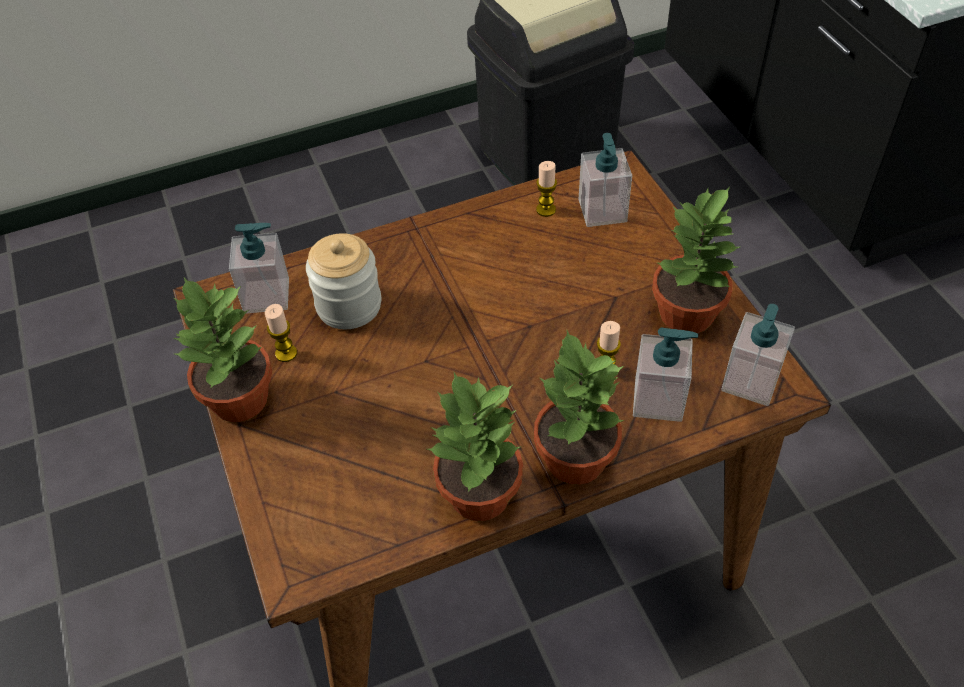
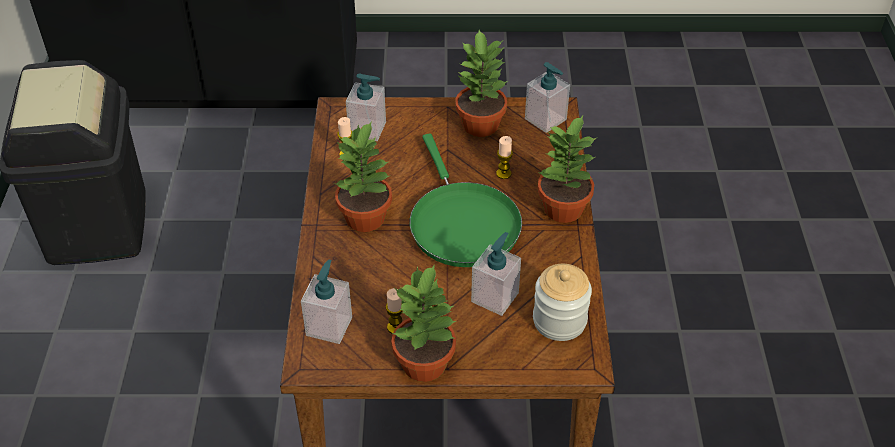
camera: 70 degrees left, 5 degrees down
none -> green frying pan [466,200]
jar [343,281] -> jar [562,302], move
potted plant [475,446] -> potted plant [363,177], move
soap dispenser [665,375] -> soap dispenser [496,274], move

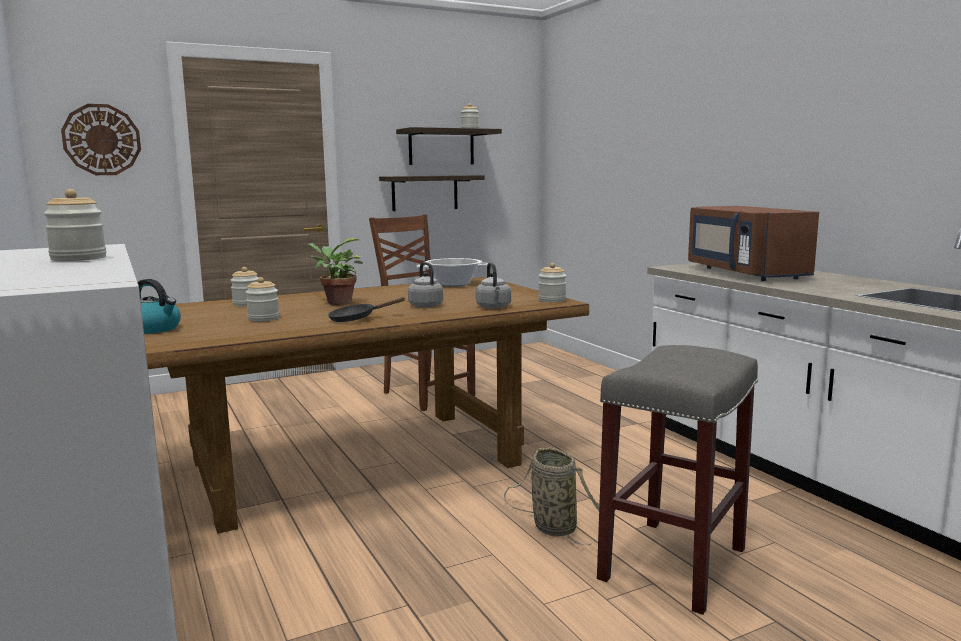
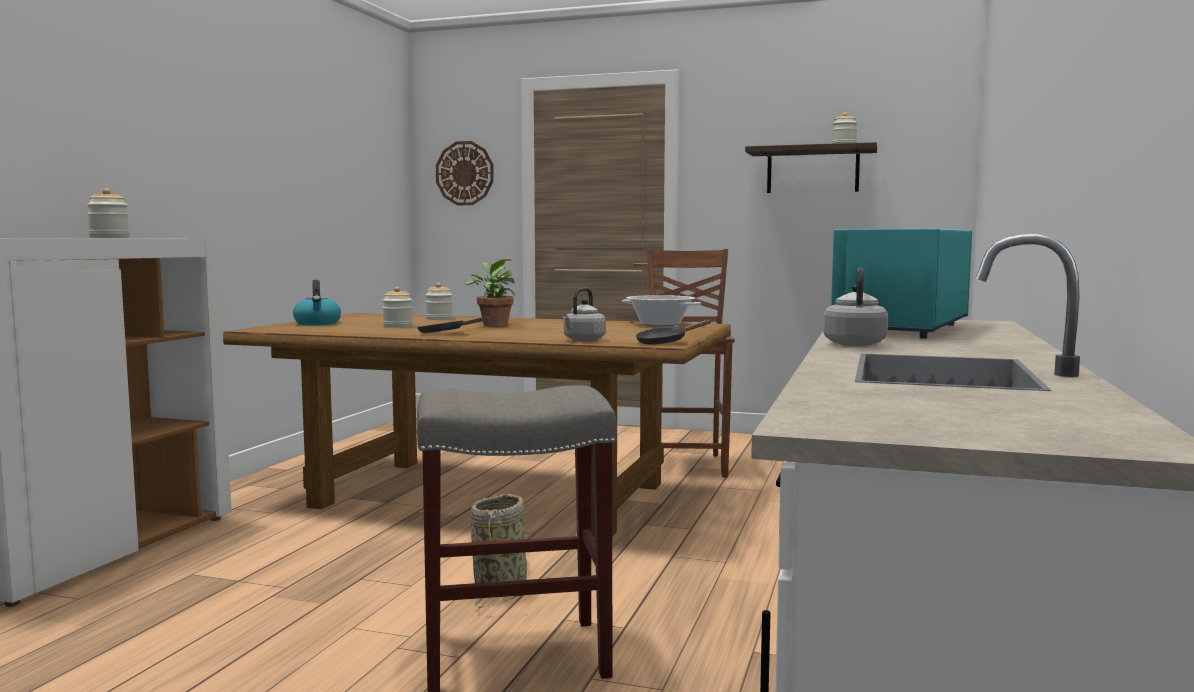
camera: 45 degrees right, 5 degrees down
shelf [432,193] -> none
grey kettle [425,285] -> grey kettle [855,306], move
jar [552,282] -> black frying pan [674,332]
brown microwave [753,243] -> turquoise microwave [901,284]

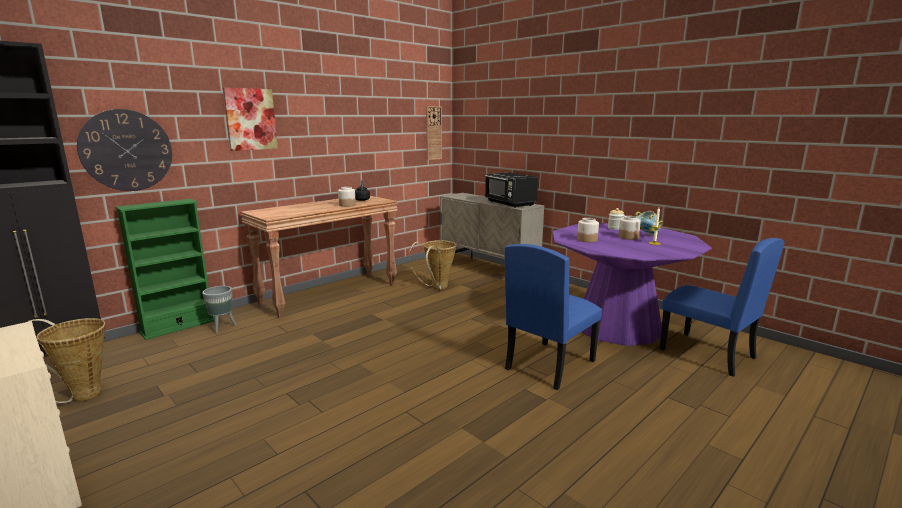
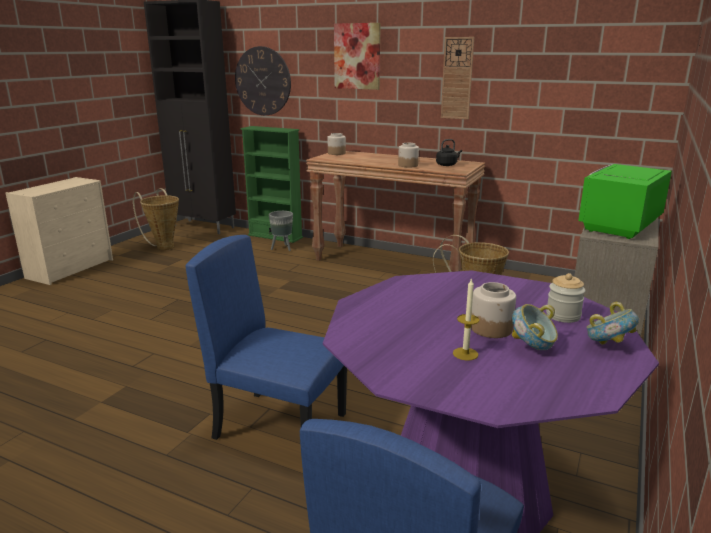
camera: 70 degrees right, 5 degrees up
wall clock [434,133] -> wall clock [457,78], move
jar [588,230] -> jar [337,144], move
black microwave [511,190] -> green microwave [625,201]

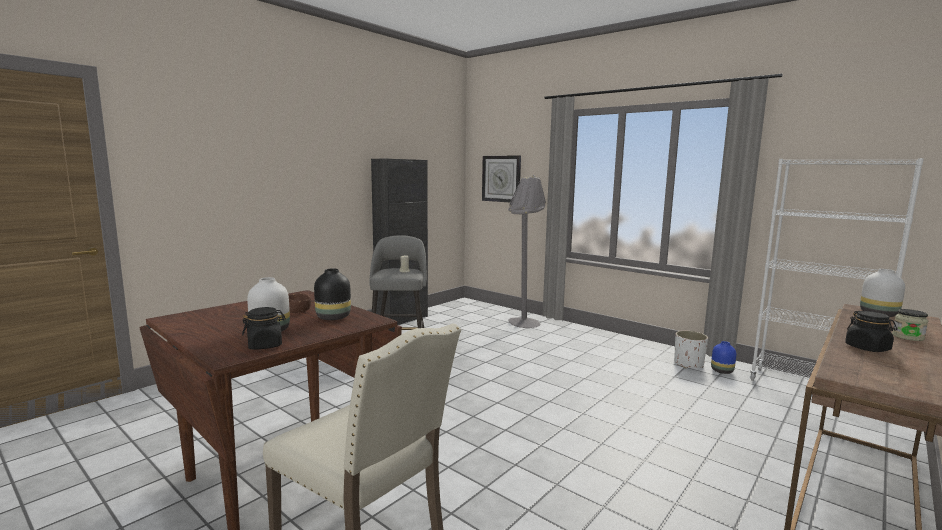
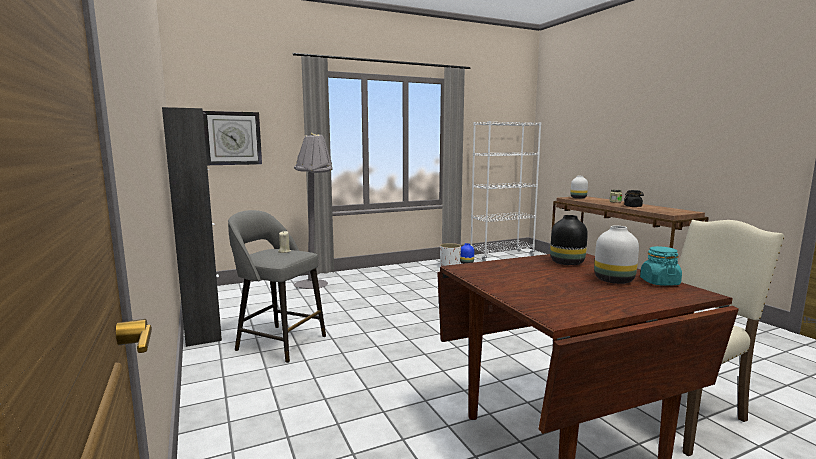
camera: 65 degrees left, 0 degrees up
brown bowl [300,303] -> none
black jar [264,328] -> turquoise jar [661,266]

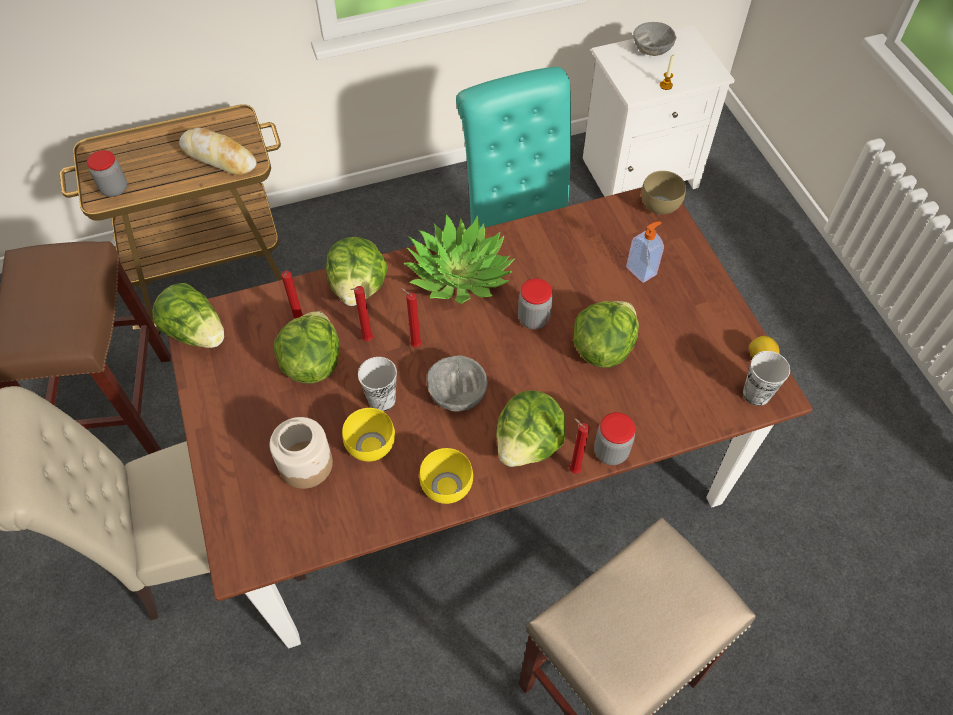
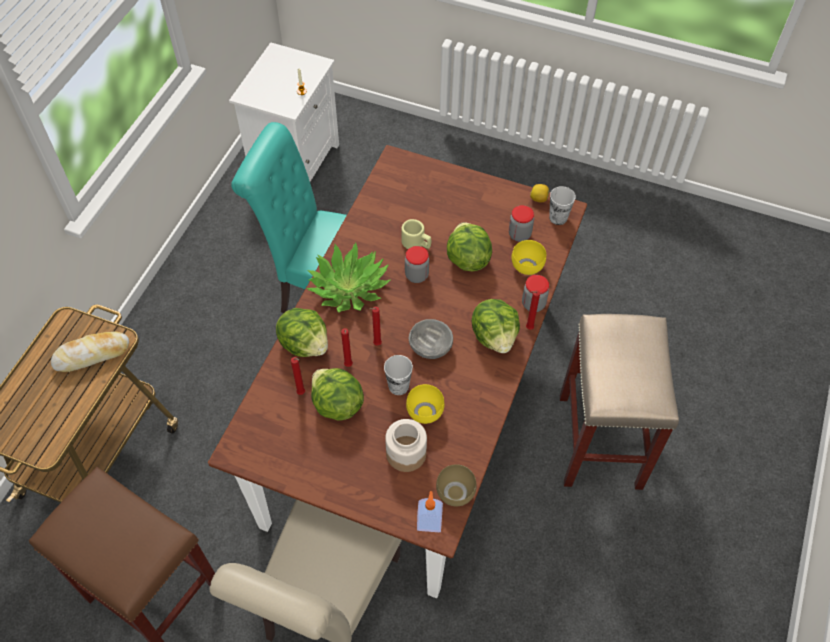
camera: 50 degrees left, 0 degrees up
lettuce [188,315] -> none
grey bowl [654,39] -> none
none -> beige mug [416,234]
jar [107,173] -> jar [521,223], move
yellow bowl [446,476] -> yellow bowl [529,257], move
soap dispenser [645,252] -> soap dispenser [430,511], move
brown bowl [663,193] -> brown bowl [456,485], move

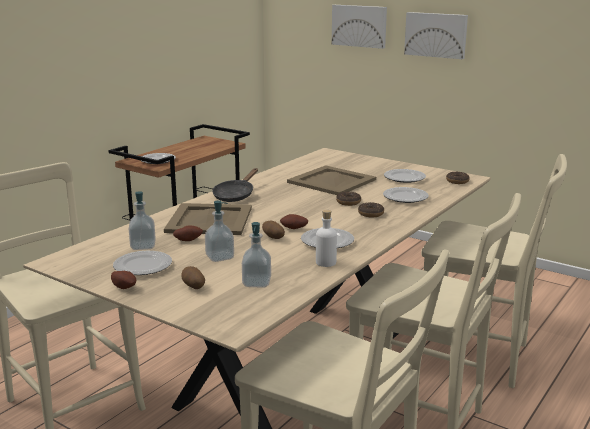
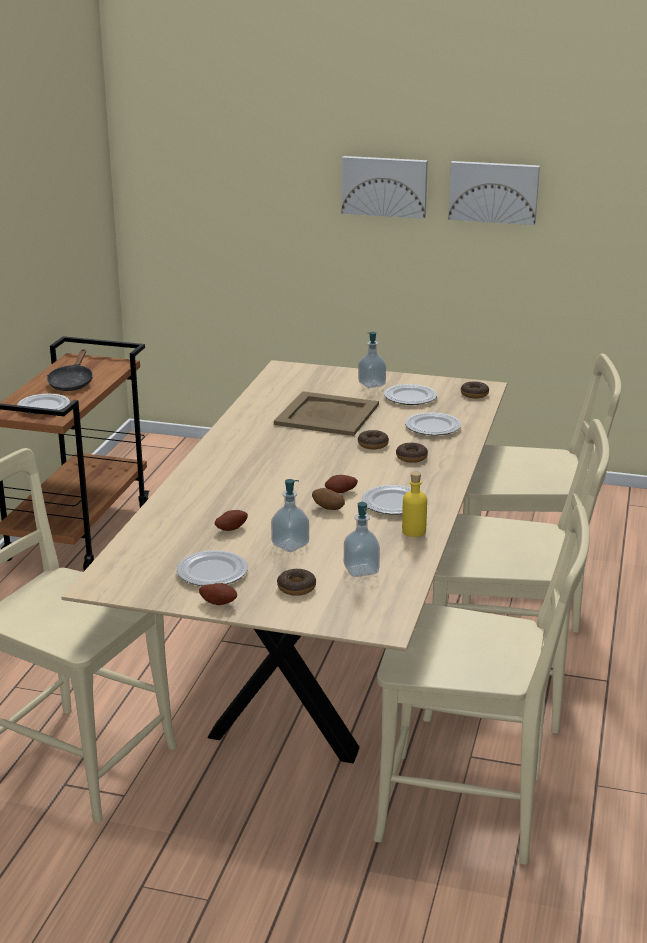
camera: 20 degrees left, 5 degrees up
beige tray [208,219] -> none
soap dispenser [142,220] -> soap dispenser [372,360], move
black frying pan [235,185] -> black frying pan [70,370], move
picture [359,27] -> picture [494,193], move
potato [193,277] -> donut [296,582]
white bottle [326,238] -> yellow bottle [414,504]

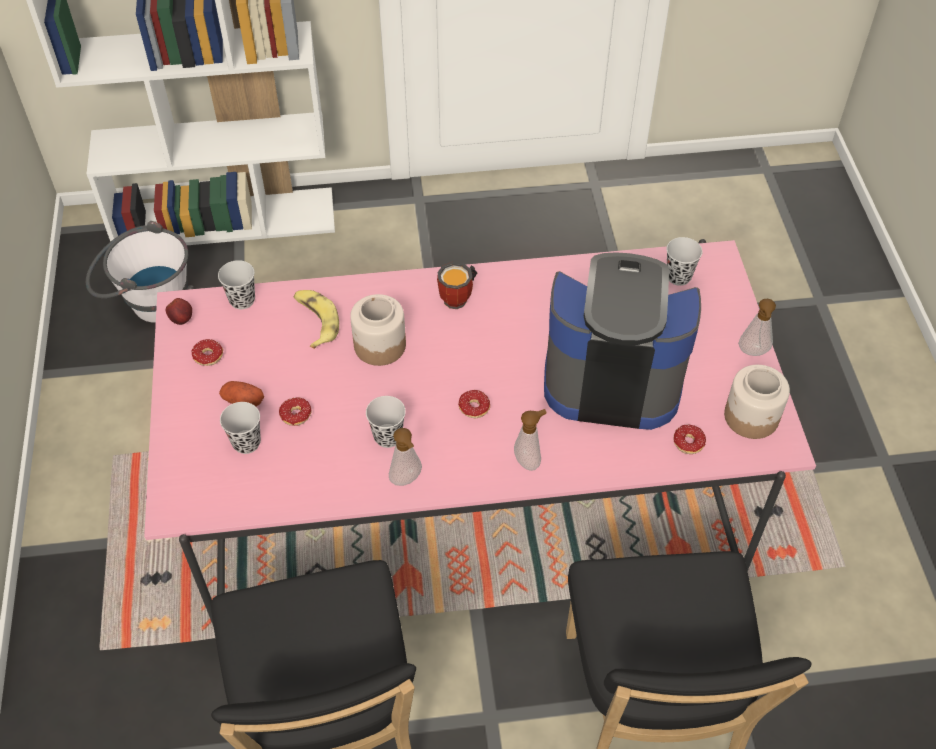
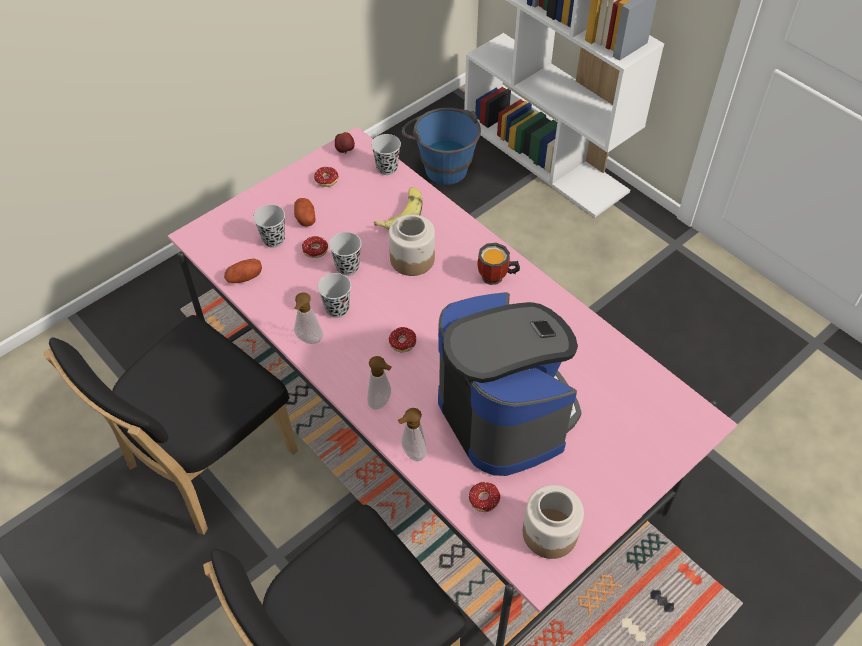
camera: 55 degrees right, 0 degrees up
none -> potato [243,270]
black cup [684,261] -> black cup [345,254], move
soap dispenser [757,327] -> soap dispenser [412,434], move
white bucket [137,272] -> blue bucket [441,146]

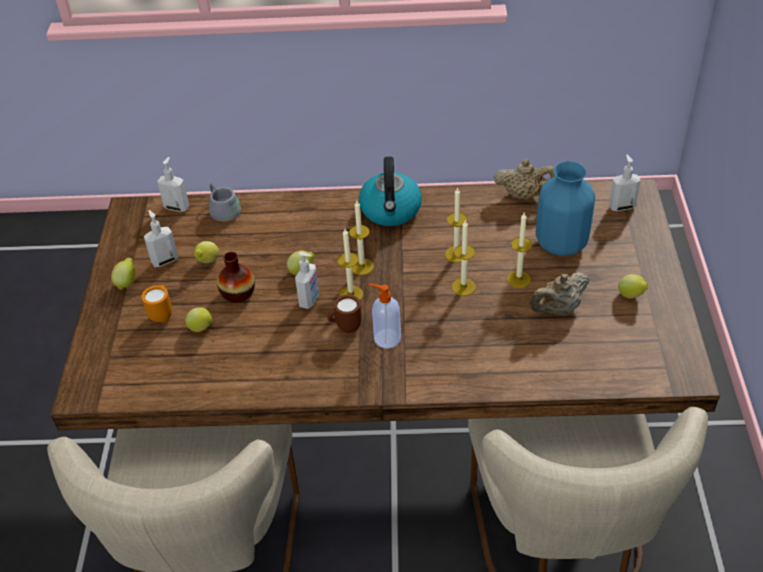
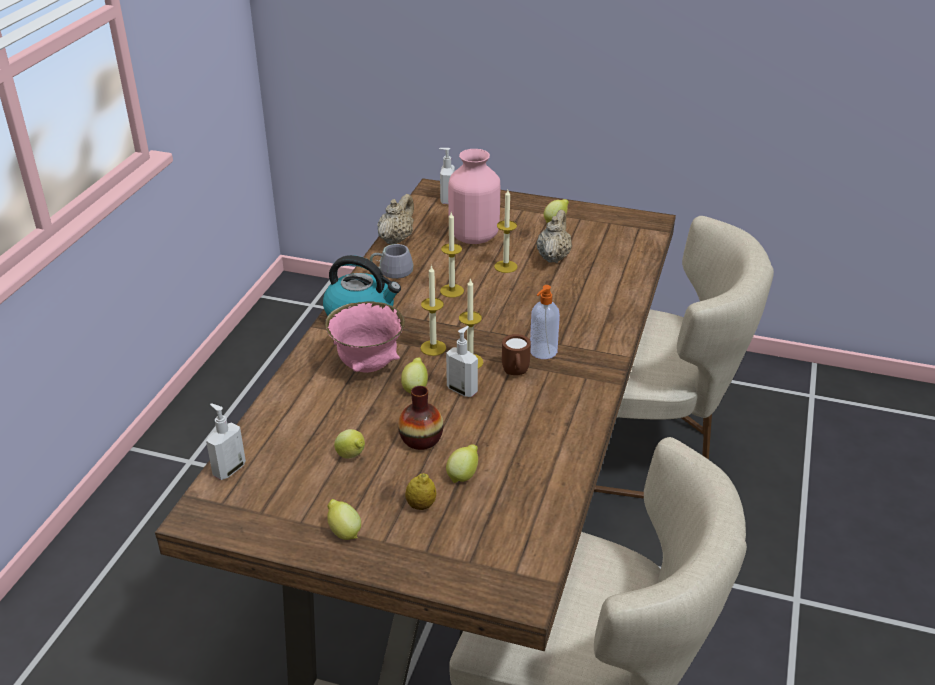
camera: 75 degrees left, 10 degrees down
soap dispenser [161,238] -> none
candle [464,258] -> none
none -> pink bowl [365,337]
grey mug [225,202] -> grey mug [391,261], move
orange mug [156,303] -> lemon [420,491]
blue vase [565,208] -> pink vase [474,196]
beige teapot [559,294] -> beige teapot [554,236], 150 degrees counterclockwise

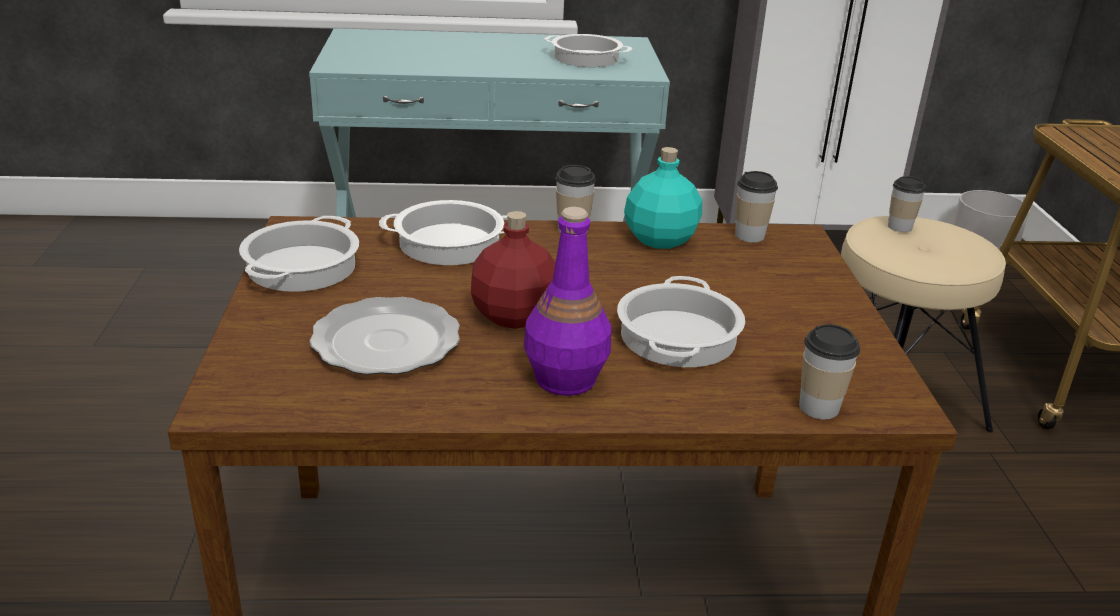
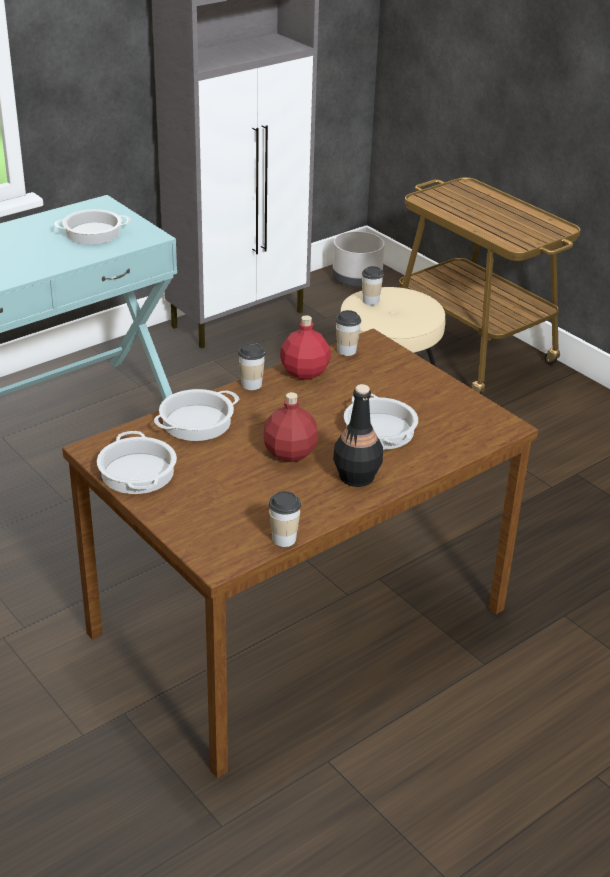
camera: 35 degrees left, 5 degrees up
plate [385,336] -> none
cup [829,371] -> cup [285,519], move
purple bottle [567,301] -> black bottle [358,435]
turquoise bottle [663,198] -> red bottle [305,347]

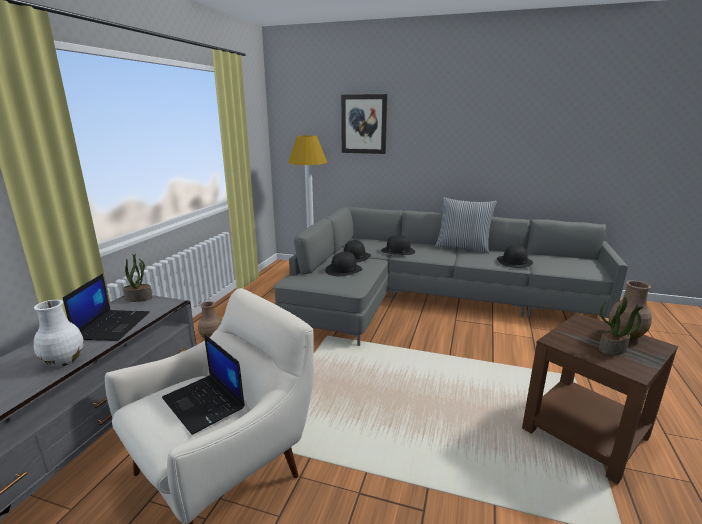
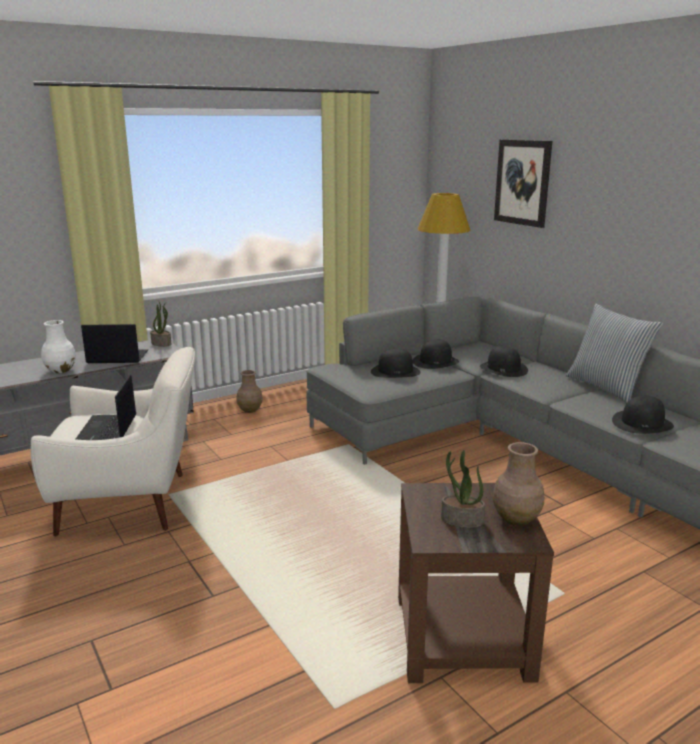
camera: 40 degrees right, 0 degrees up
laptop [106,307] -> laptop [114,343], 135 degrees counterclockwise

